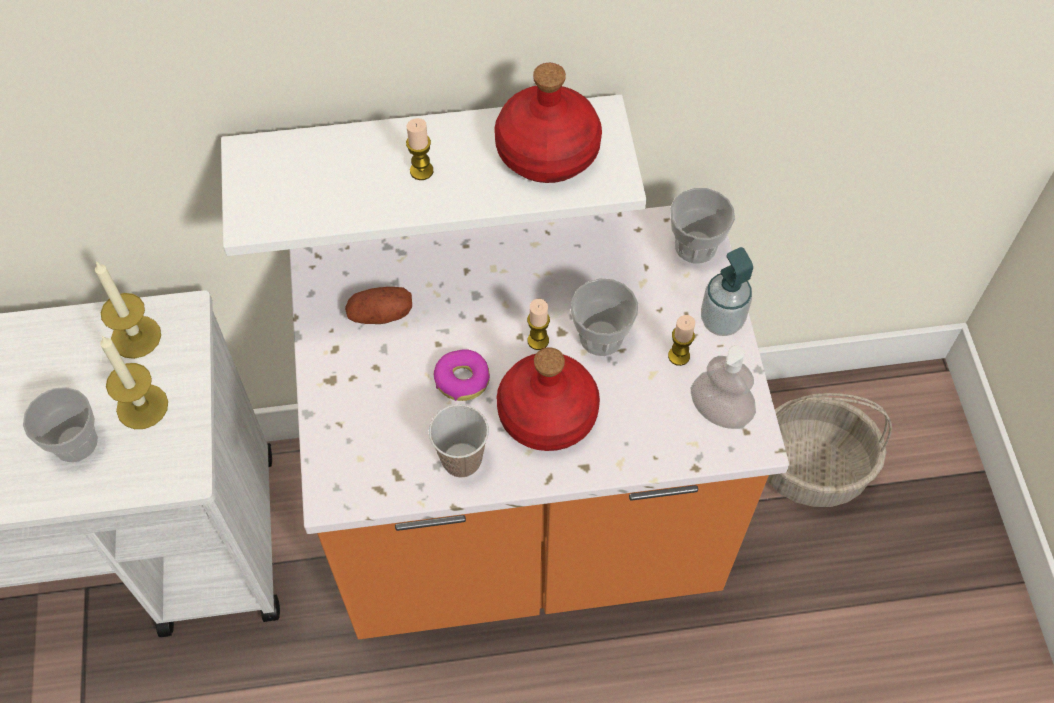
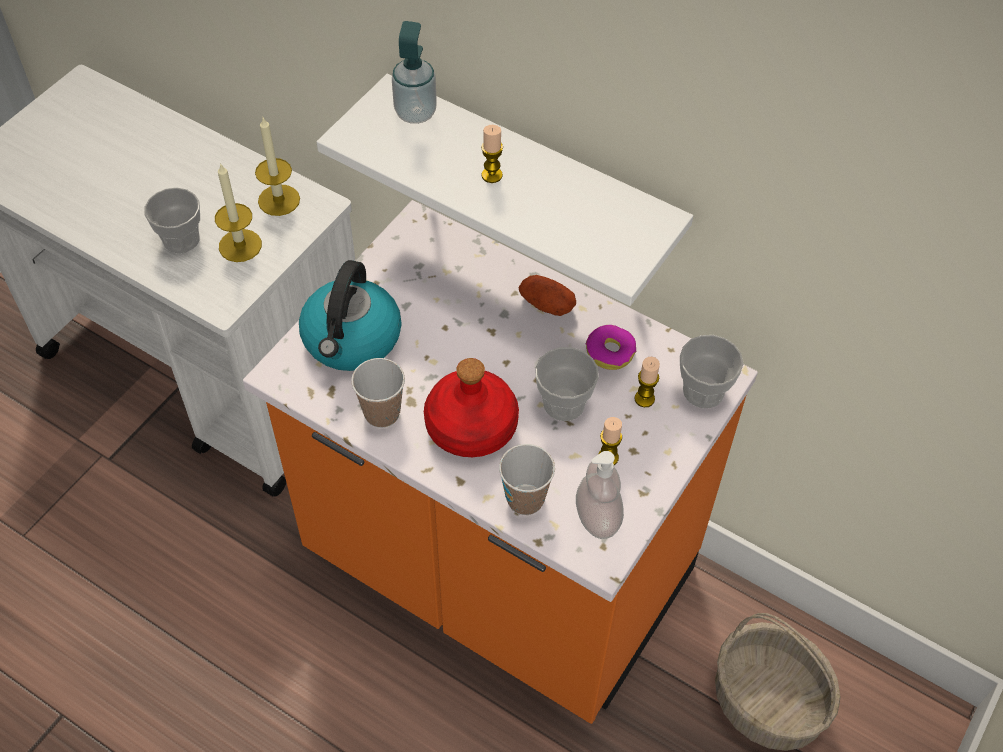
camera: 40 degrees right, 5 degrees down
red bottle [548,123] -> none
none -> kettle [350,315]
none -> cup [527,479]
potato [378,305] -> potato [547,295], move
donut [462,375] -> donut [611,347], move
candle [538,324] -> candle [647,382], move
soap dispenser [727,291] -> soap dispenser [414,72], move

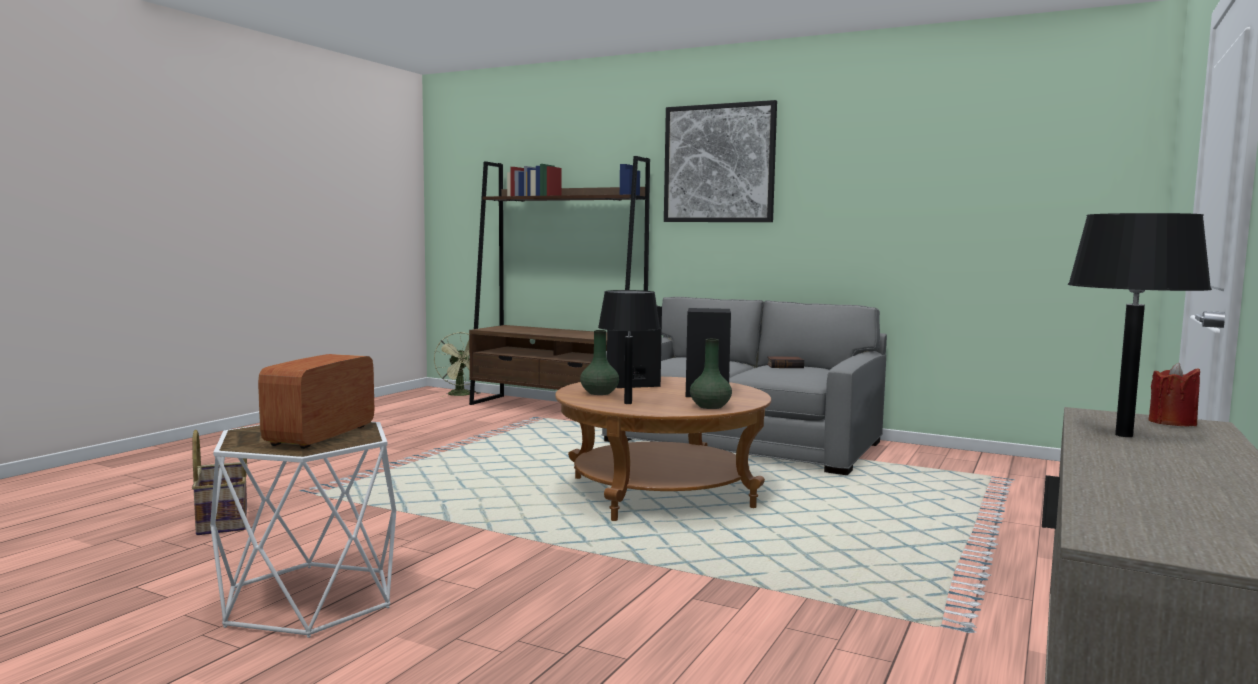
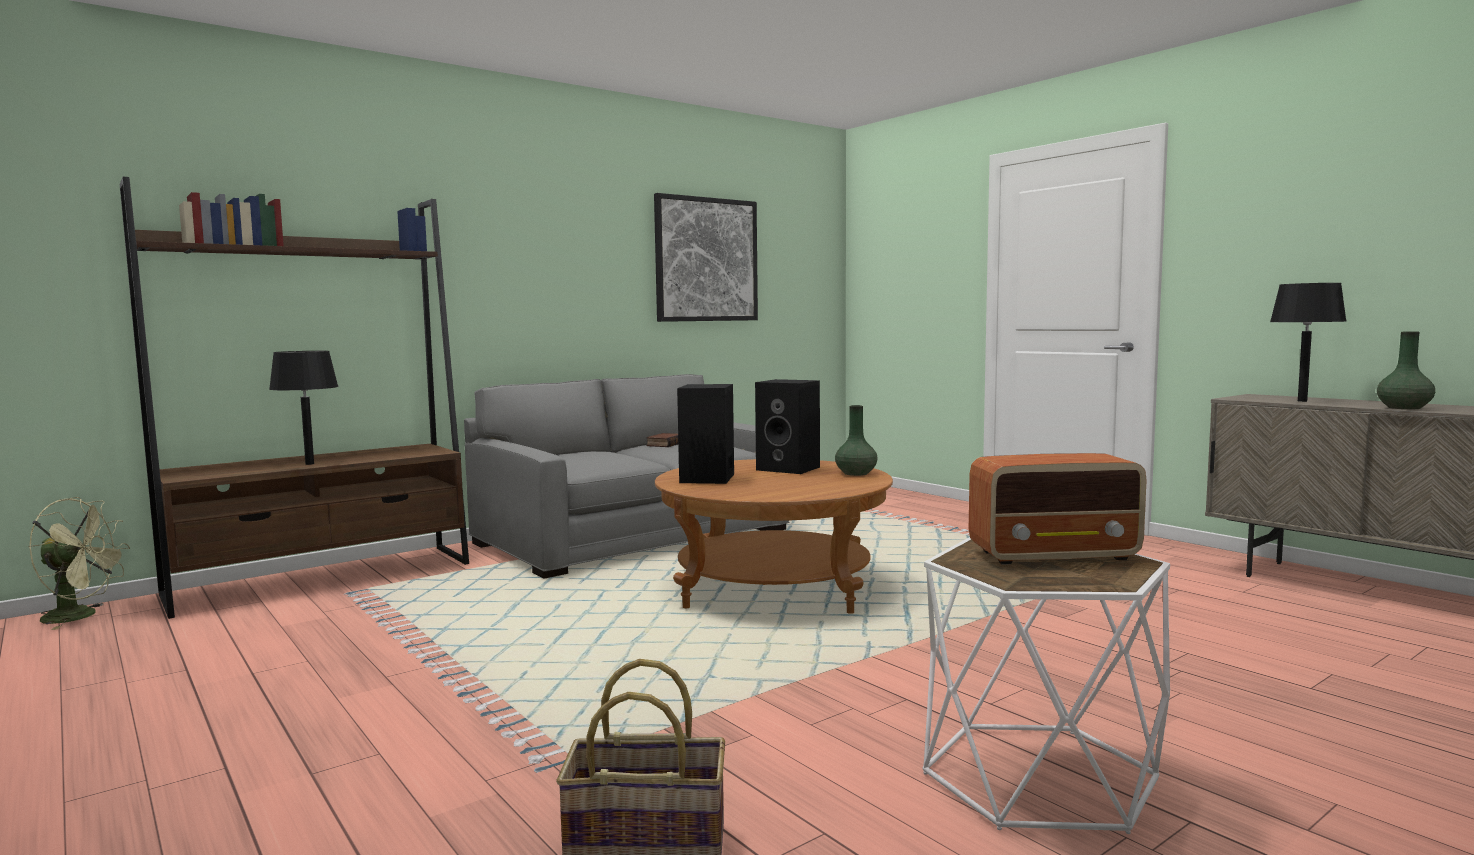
camera: 65 degrees left, 0 degrees up
red candle [1174,394] -> none
green vase [599,362] -> green vase [1406,370], move
black table lamp [629,347] -> black table lamp [304,408], move
picture [720,161] -> picture [706,257], move
radio [316,401] -> radio [1058,509], 45 degrees counterclockwise

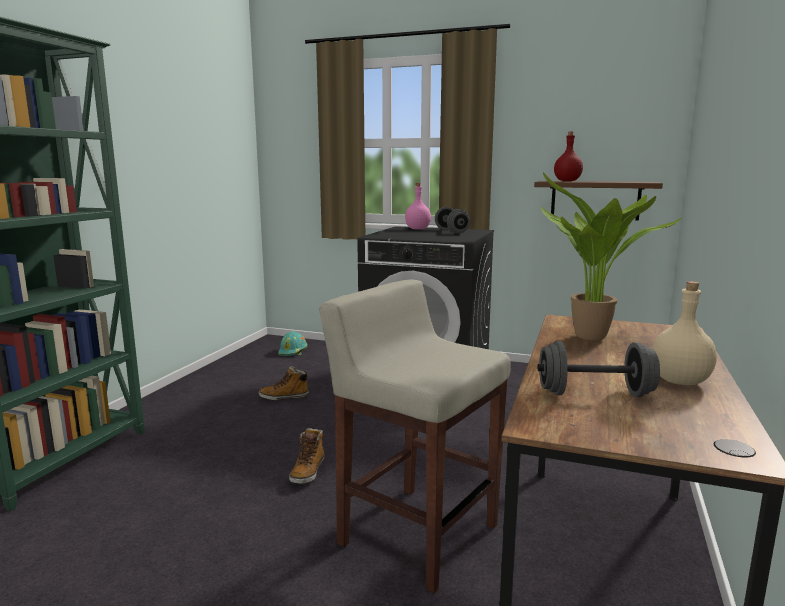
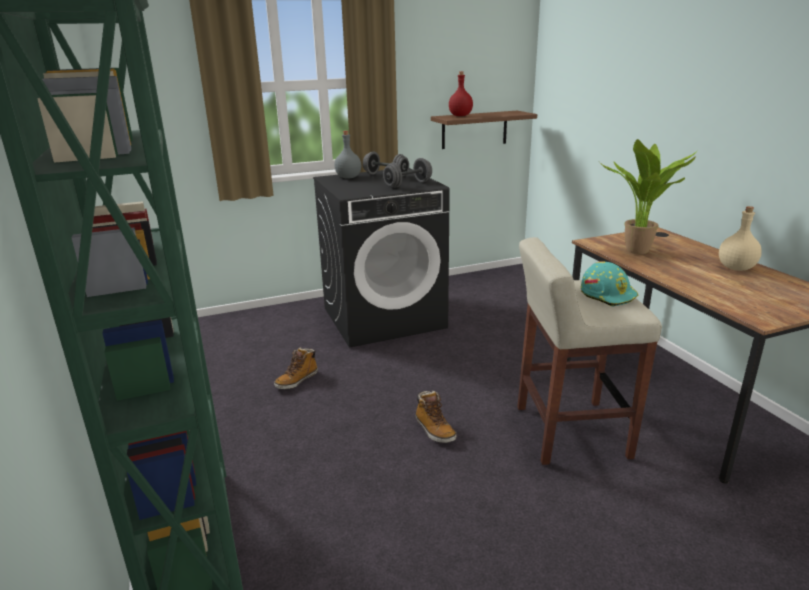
camera: 40 degrees left, 10 degrees up
turquoise hard hat [292,343] -> turquoise hard hat [609,284], move
grey dumbbell [598,369] -> grey dumbbell [407,173], move
pink bottle [418,206] -> grey bottle [348,155]

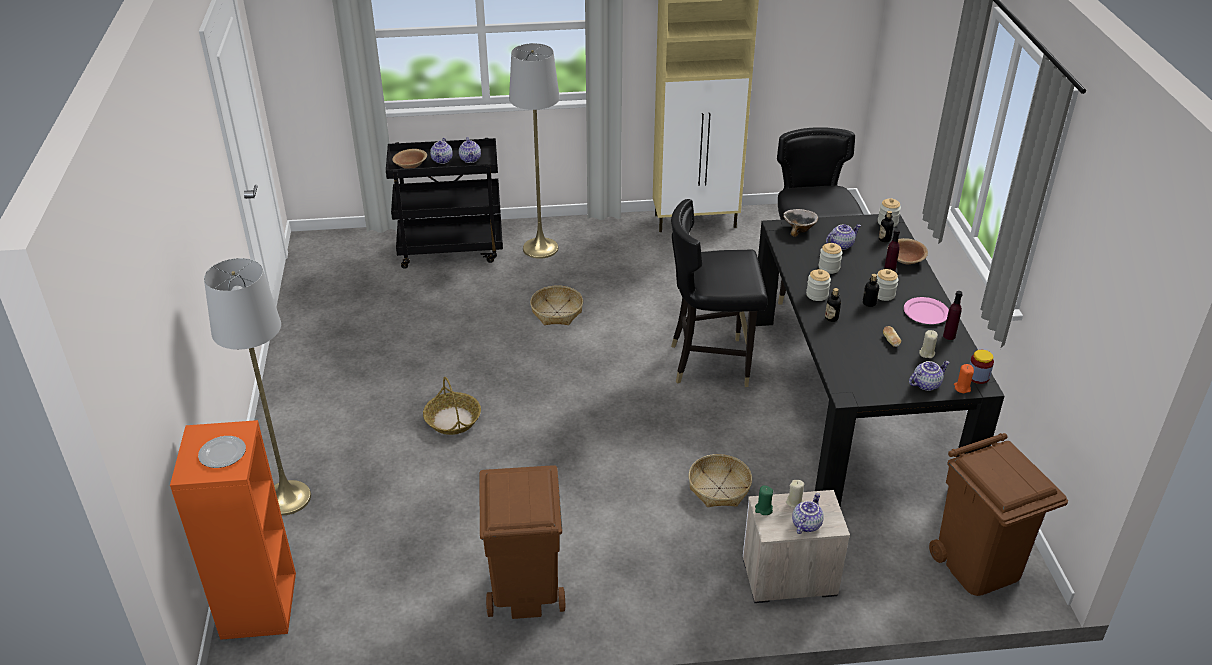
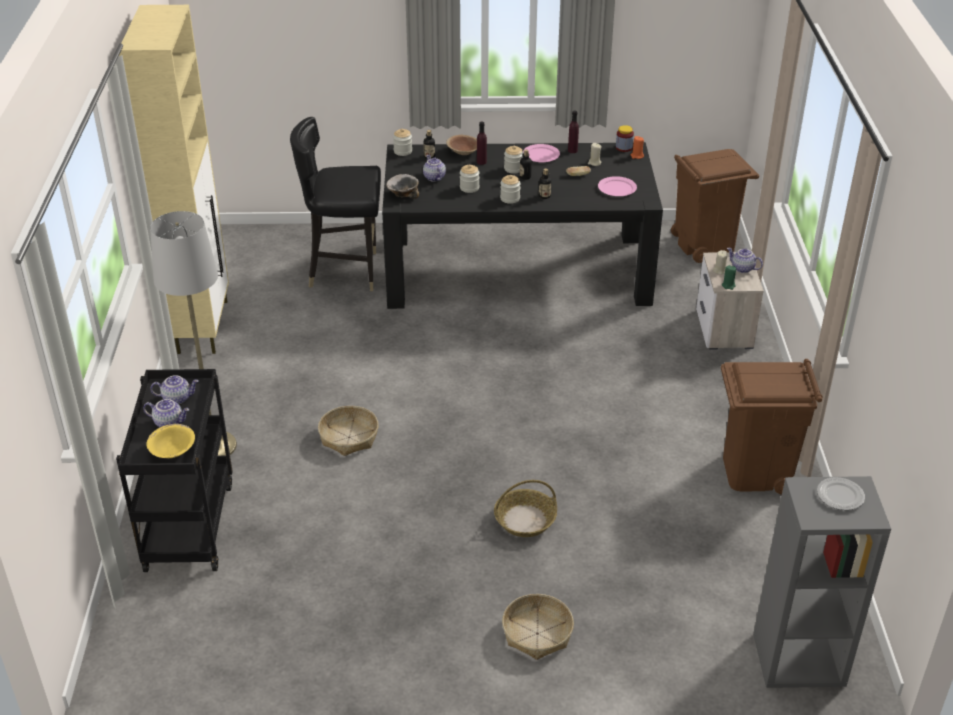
camera: 85 degrees left, 0 degrees up
grey floor lamp [257,386] -> none
black chair [719,293] -> none
teapot [929,376] -> none
none -> pink plate [617,186]
basket [720,480] -> basket [538,627], move
orange bookcase [233,530] -> grey bookcase [822,582]
brown bowl [409,159] -> yellow bowl [170,441]

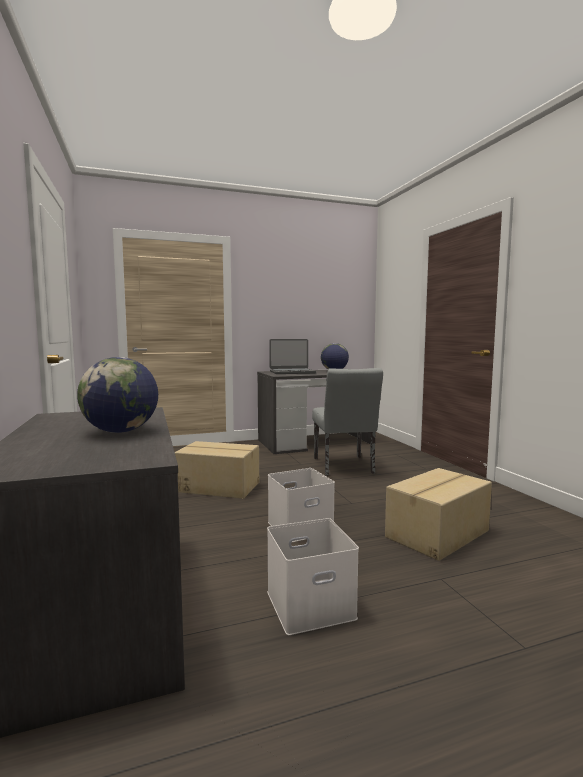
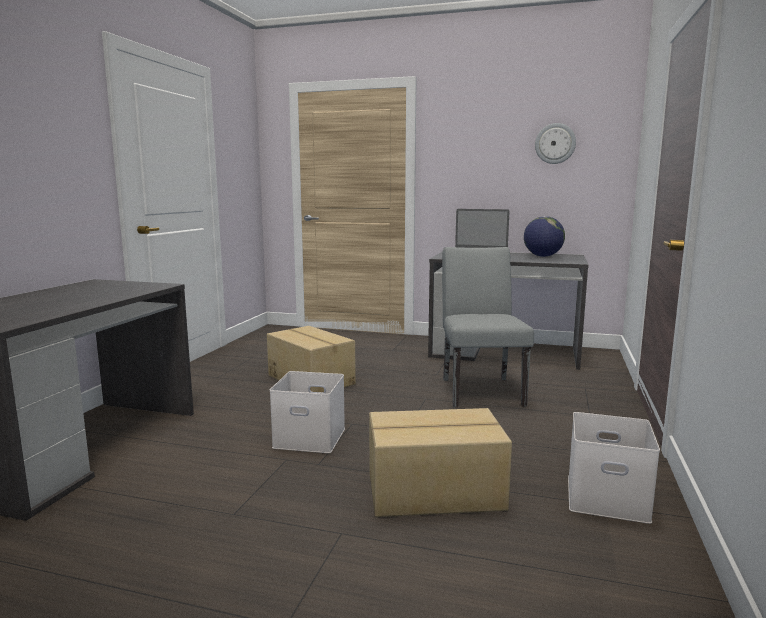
camera: 35 degrees right, 5 degrees up
globe [117,395] -> none
none -> wall clock [555,143]
white storage box [313,576] -> white storage box [614,468], move
grey chair [347,422] -> grey chair [488,327], 150 degrees clockwise

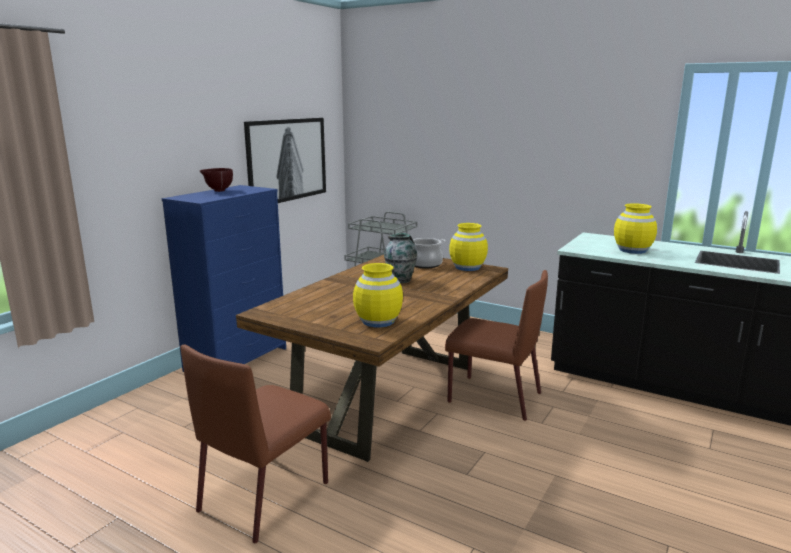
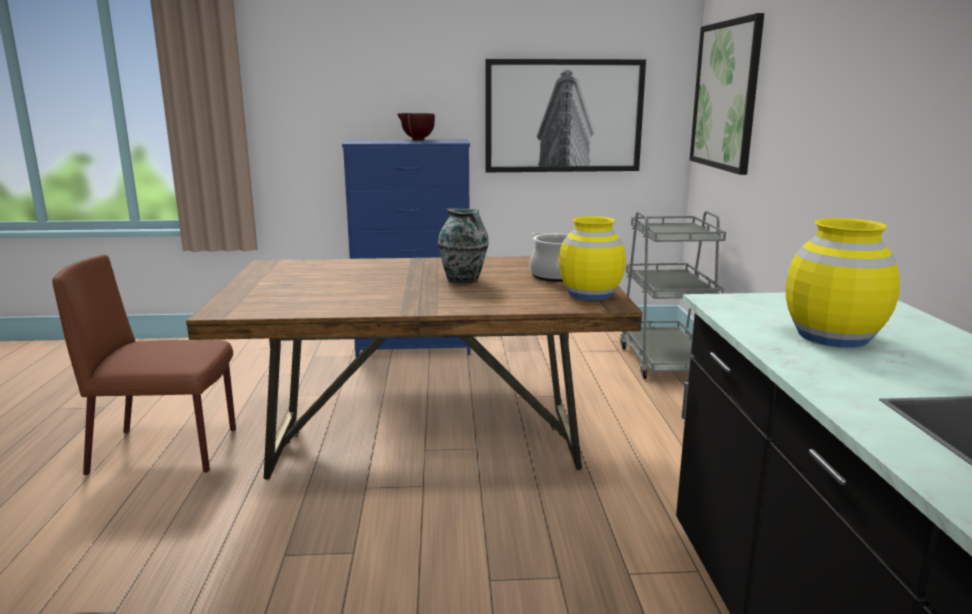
camera: 55 degrees right, 0 degrees up
yellow vase [378,295] -> none
brown chair [496,345] -> none
none -> picture [727,94]

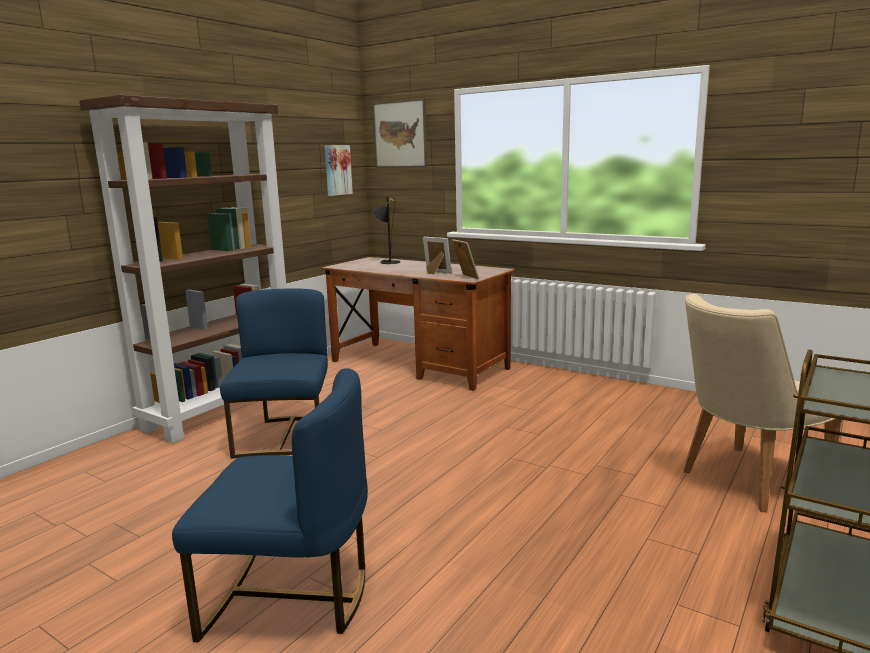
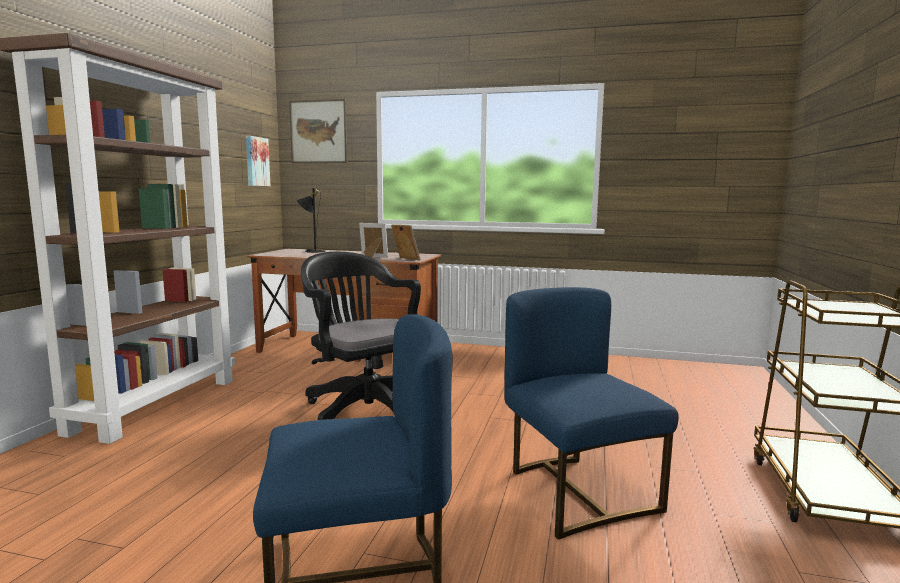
camera: 20 degrees left, 5 degrees down
beige chair [762,403] -> none
none -> black office chair [361,336]
blue chair [274,373] -> blue chair [592,413], move

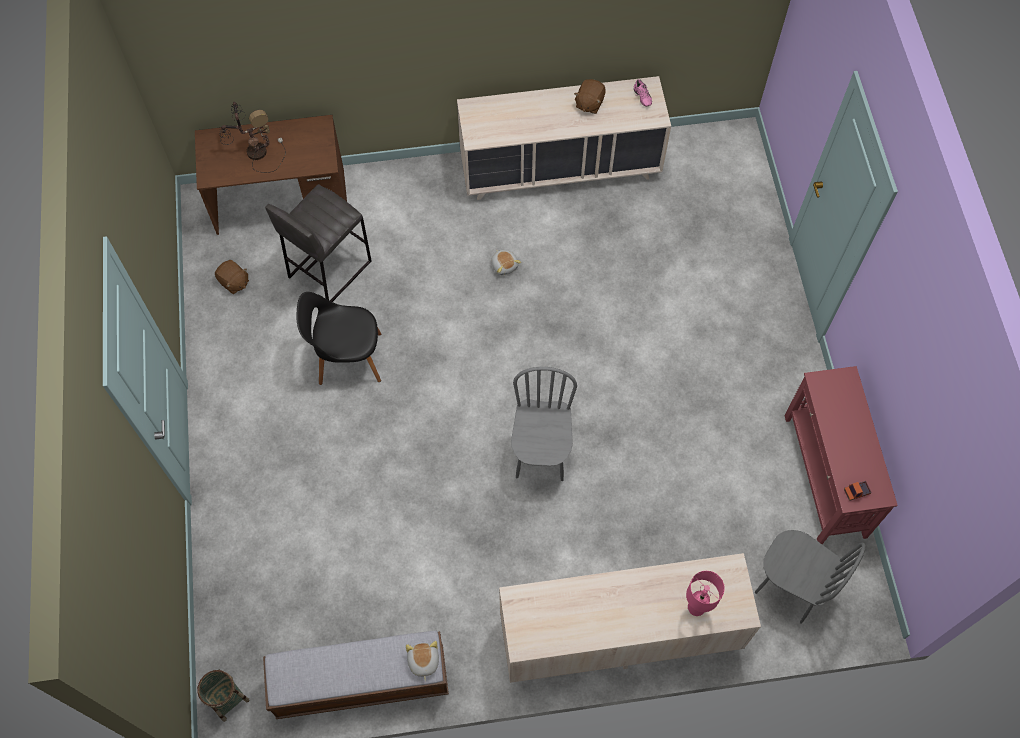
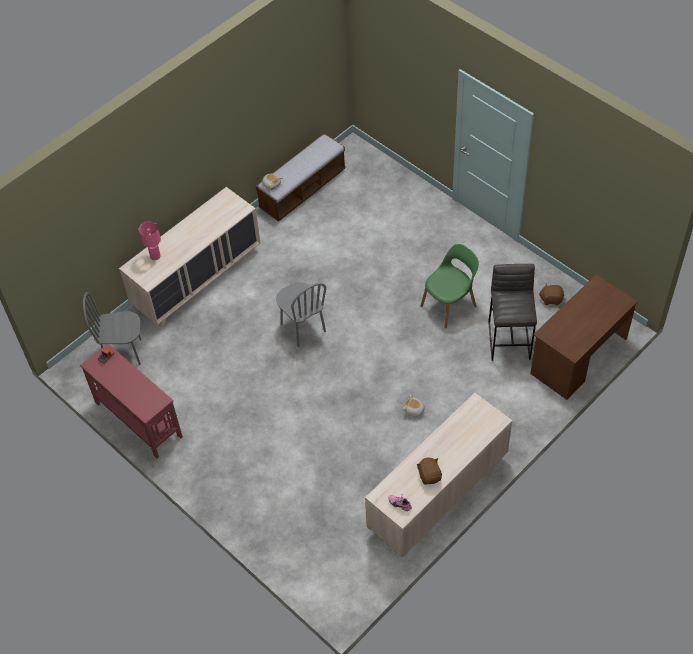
camera: 145 degrees right, 10 degrees down
basket [223,696] -> none
table lamp [252,137] -> none
black chair [339,338] -> green chair [450,286]

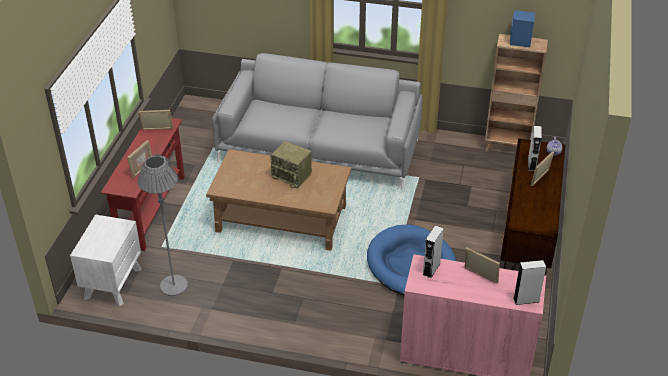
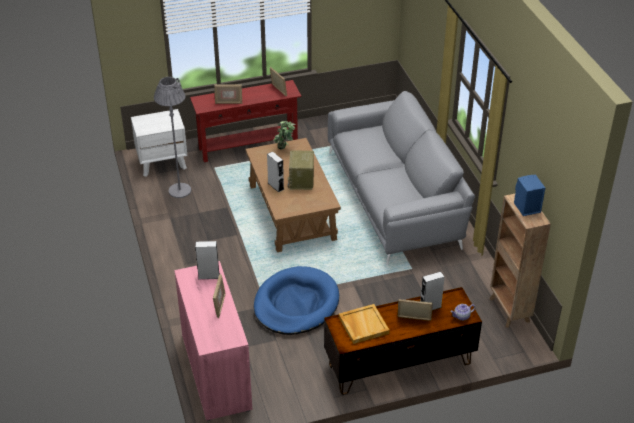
camera: 60 degrees right, 0 degrees up
none -> potted plant [284,135]
none -> beige tray [364,324]
grey speaker [529,282] -> grey speaker [275,171], move

